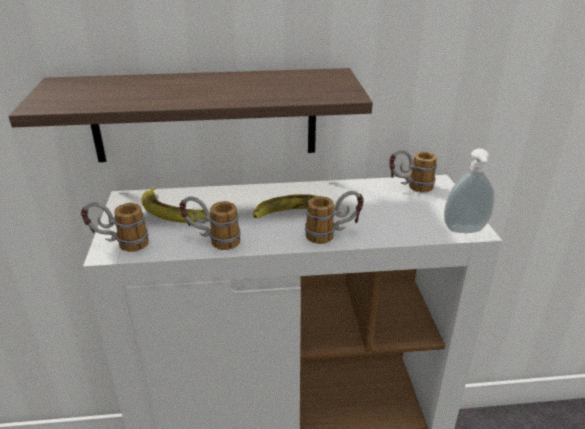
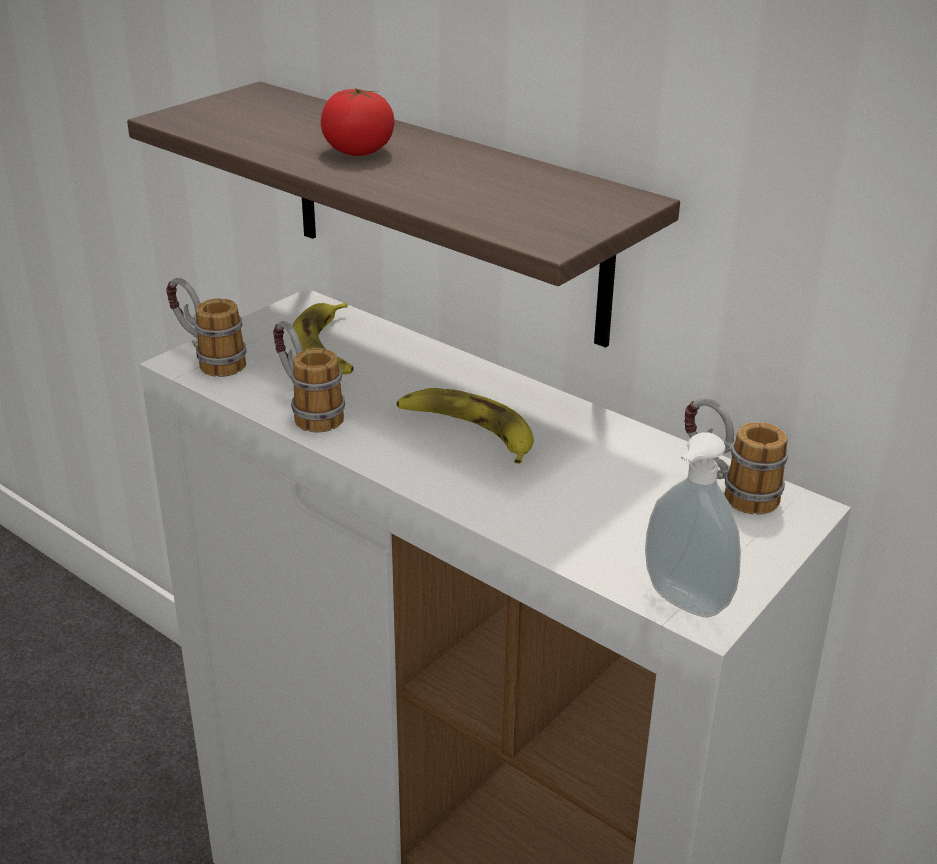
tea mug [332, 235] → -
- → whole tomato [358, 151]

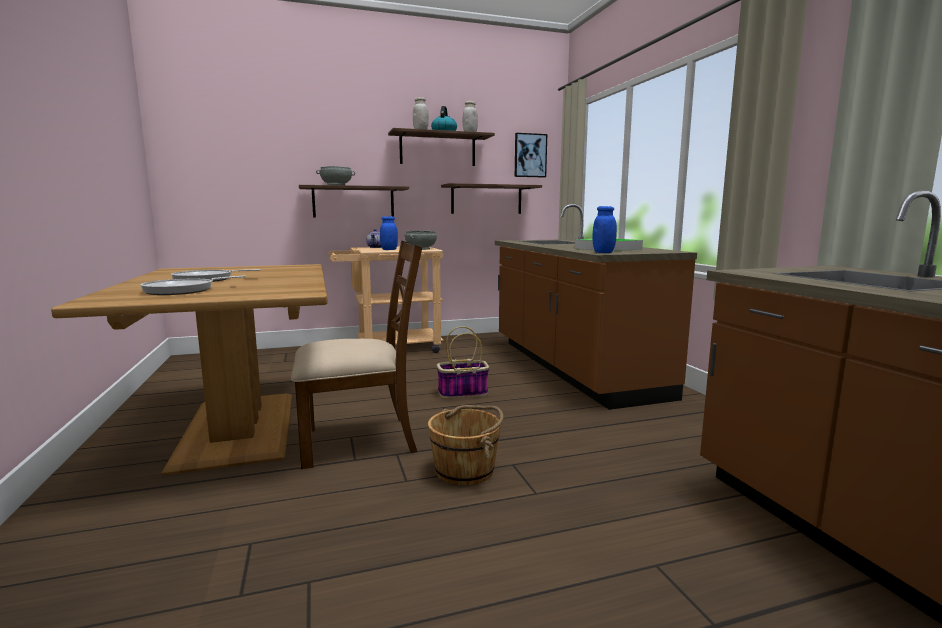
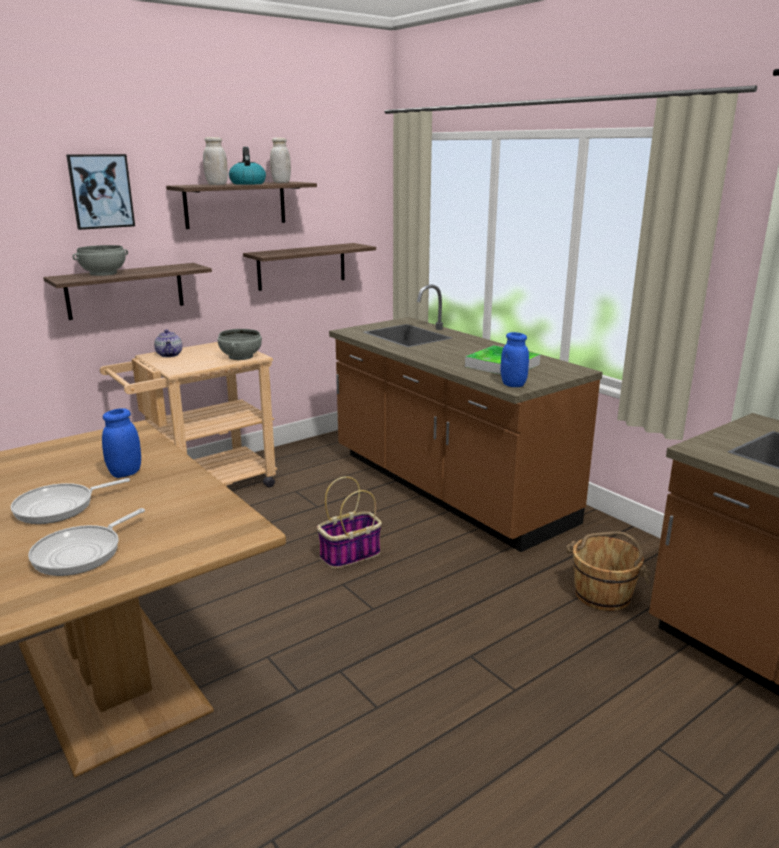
brown chair [360, 440] → -
bluish jar [389, 250] → bluish jar [125, 473], move
brown bucket [465, 470] → brown bucket [603, 594], move
picture [530, 155] → picture [101, 191], move

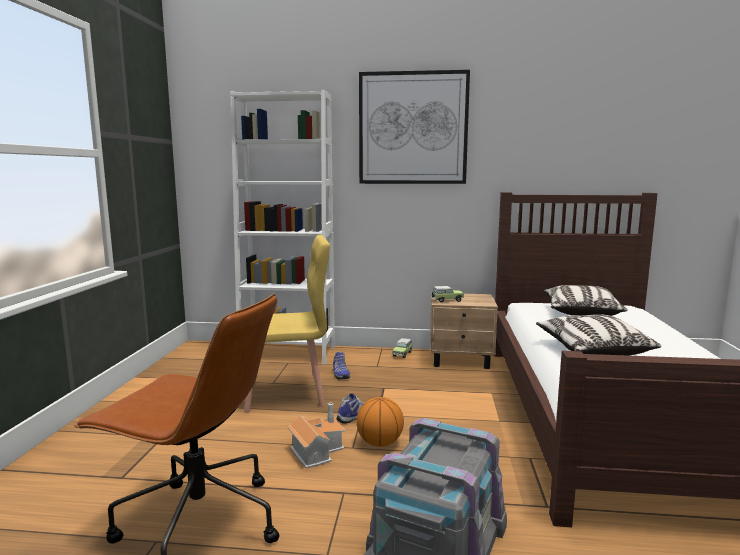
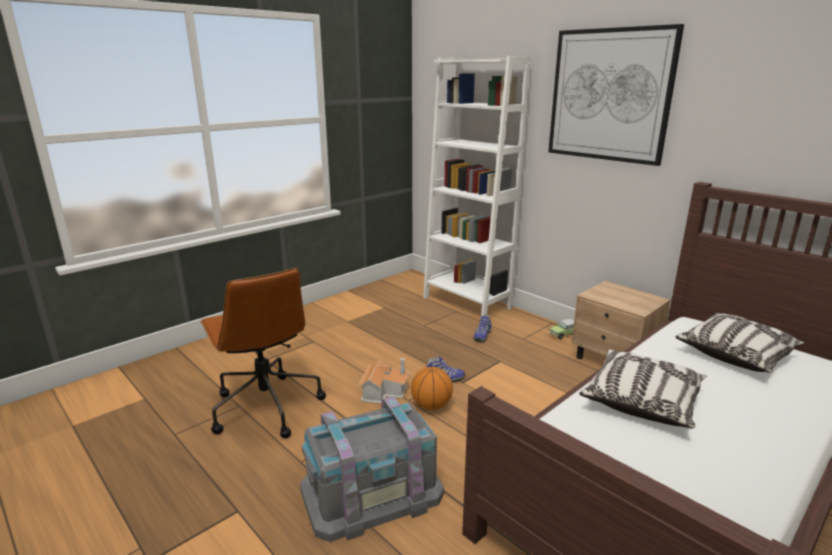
yellowish chair [285, 394] → -
miniature car [446, 300] → -

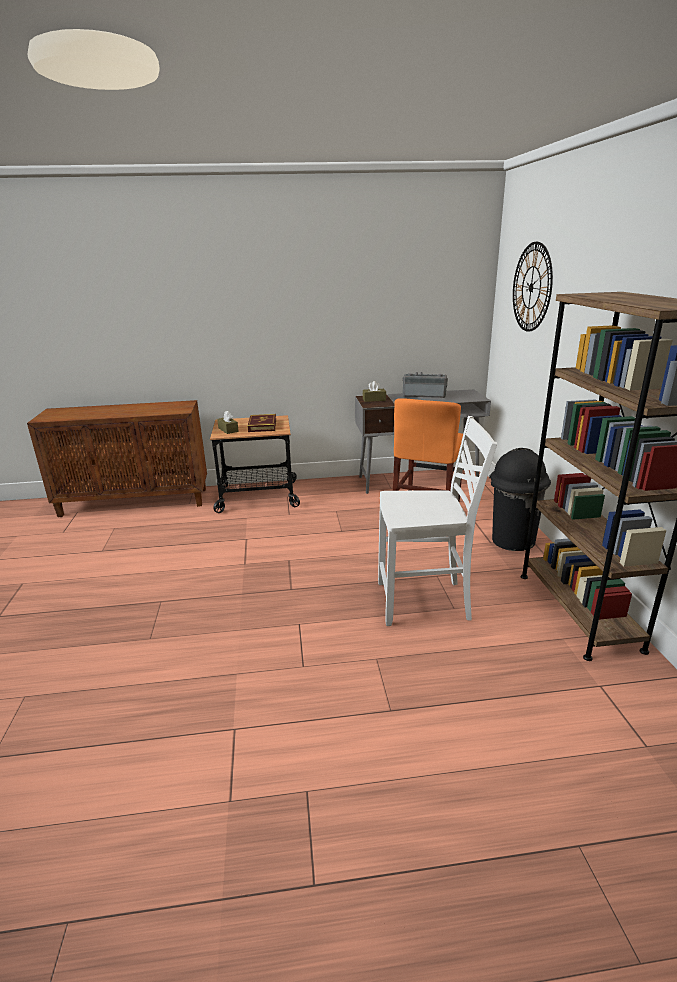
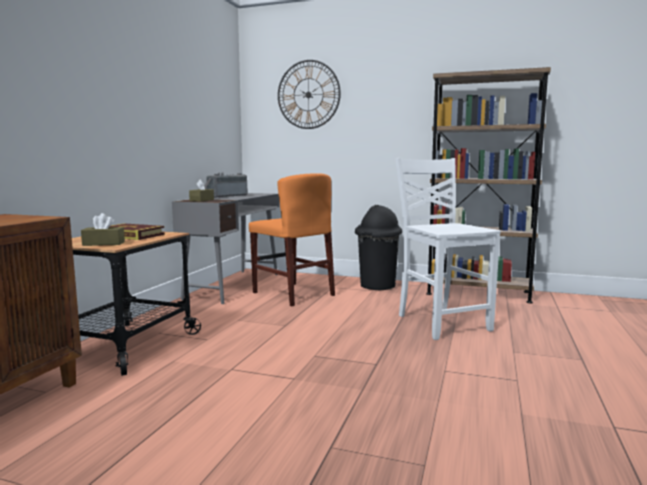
white-coloured chair [425, 602] → white-coloured chair [441, 322], 45 degrees counterclockwise

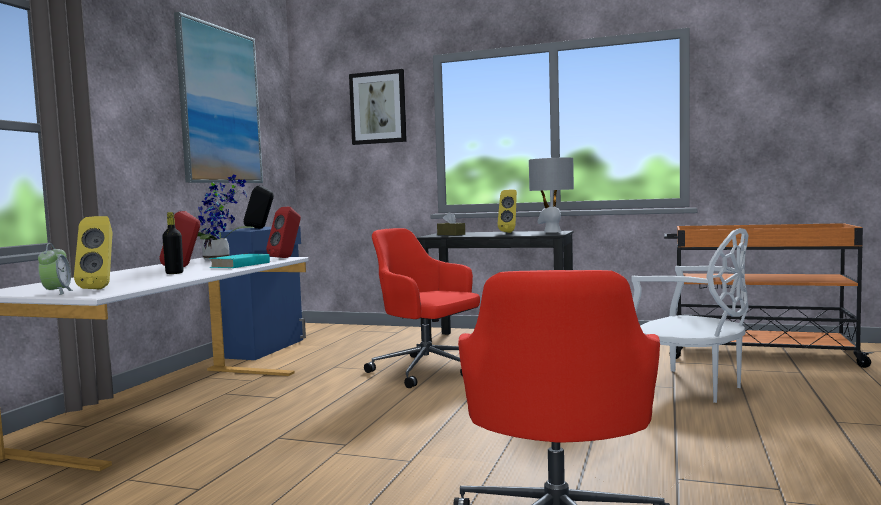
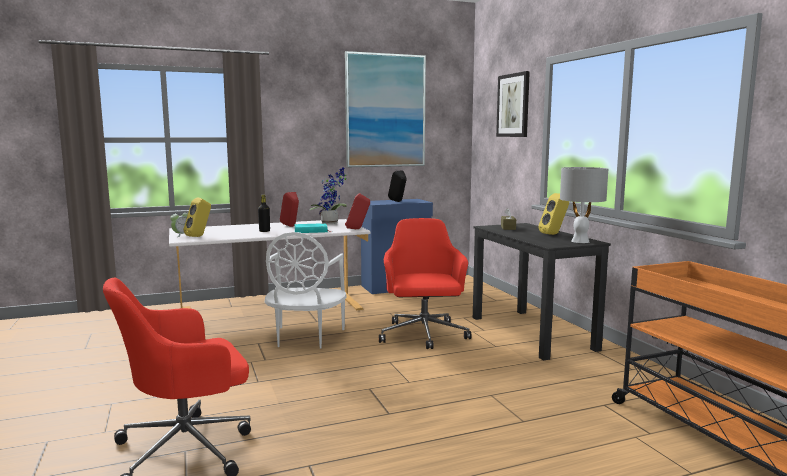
white-coloured chair [689, 388] → white-coloured chair [305, 338], move

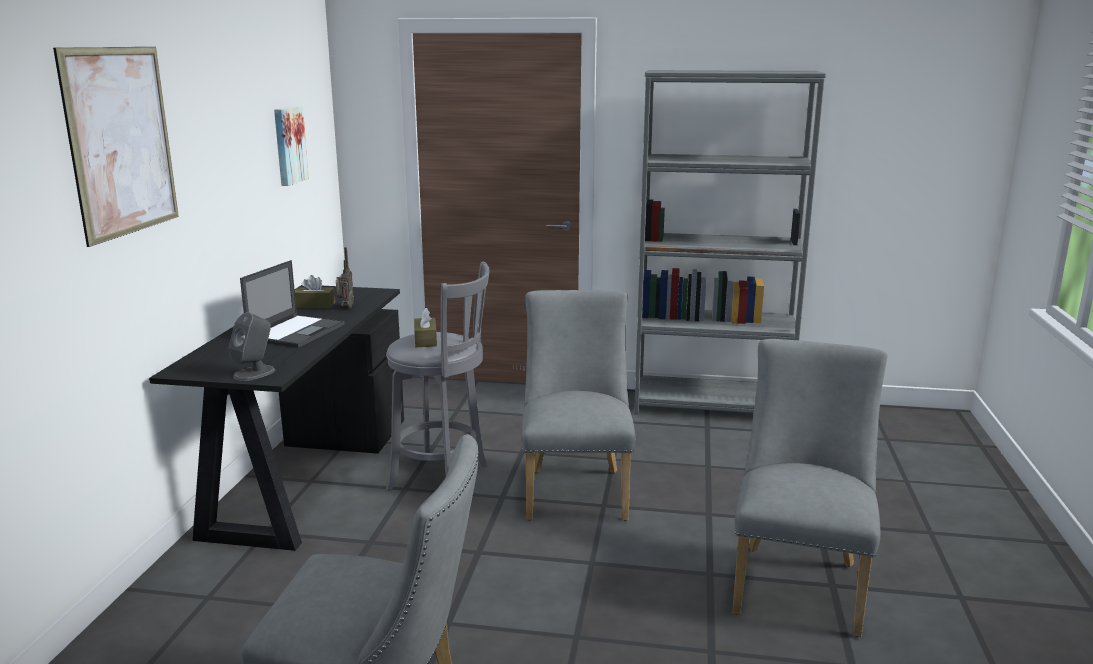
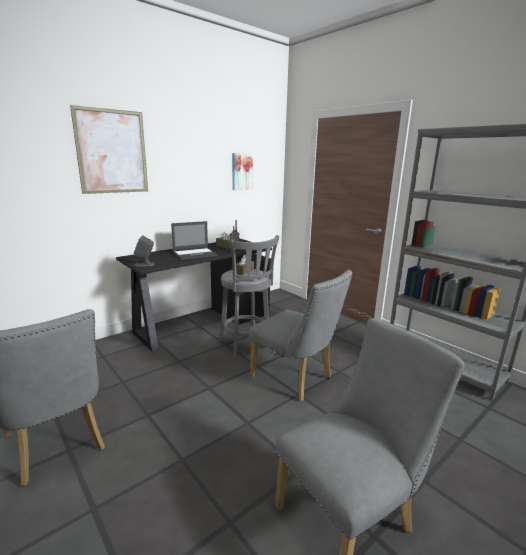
grey chair [576, 489] → grey chair [296, 379], 90 degrees clockwise

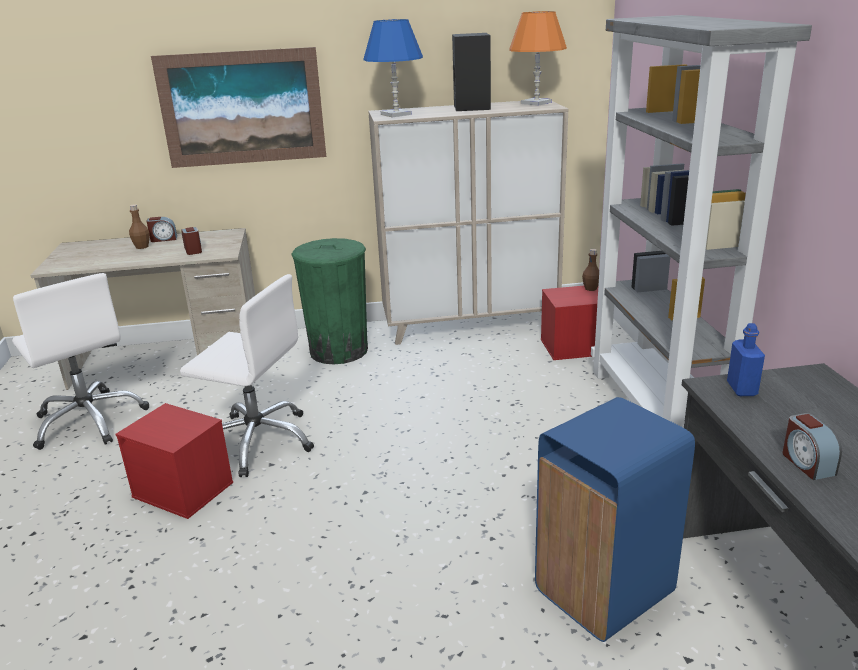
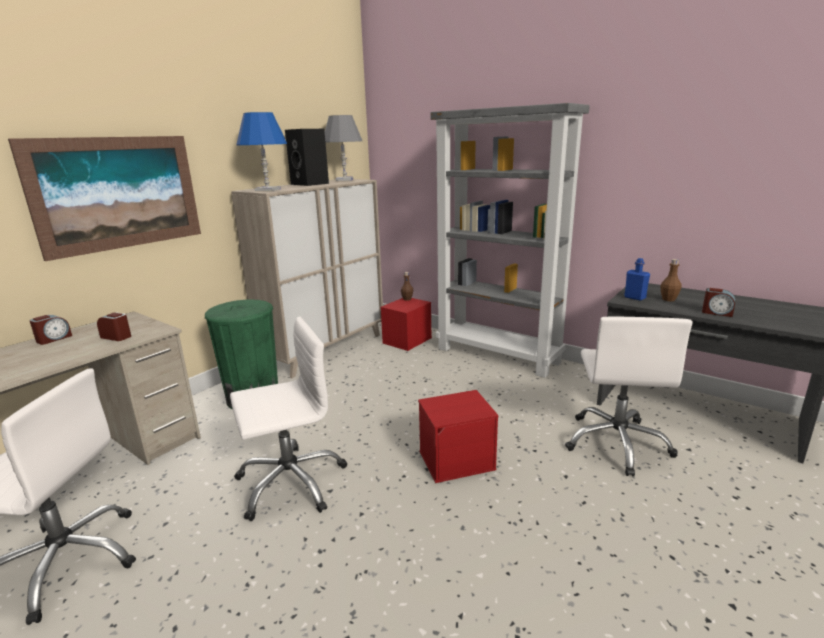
red storage box [184, 489] → red storage box [457, 459], move
brown beverage bottle [142, 247] → brown beverage bottle [668, 299], move
orange tabletop lamp [536, 103] → grey tabletop lamp [345, 180]
bluish waste bin [602, 591] → white-coloured desk chair [617, 443]

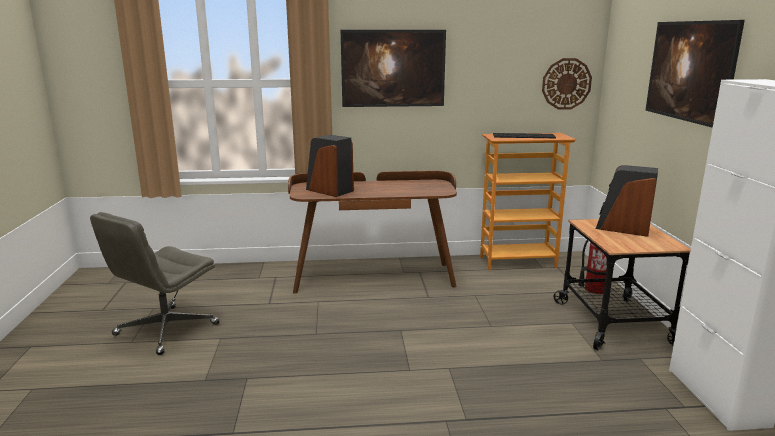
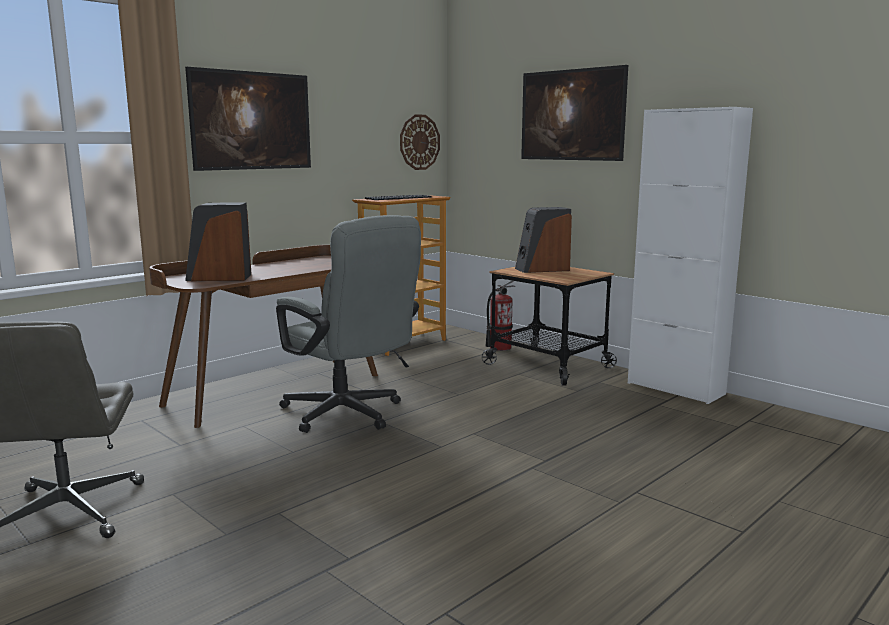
- → grey desk chair [349, 415]

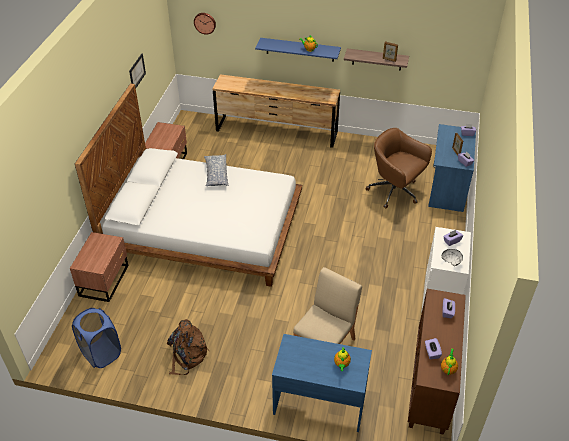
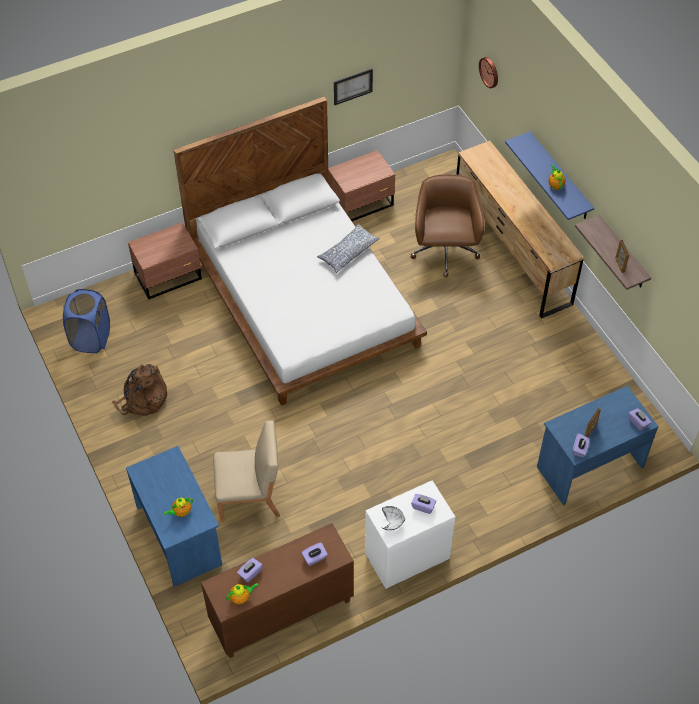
brown desk chair [395, 192] → brown desk chair [444, 252], move

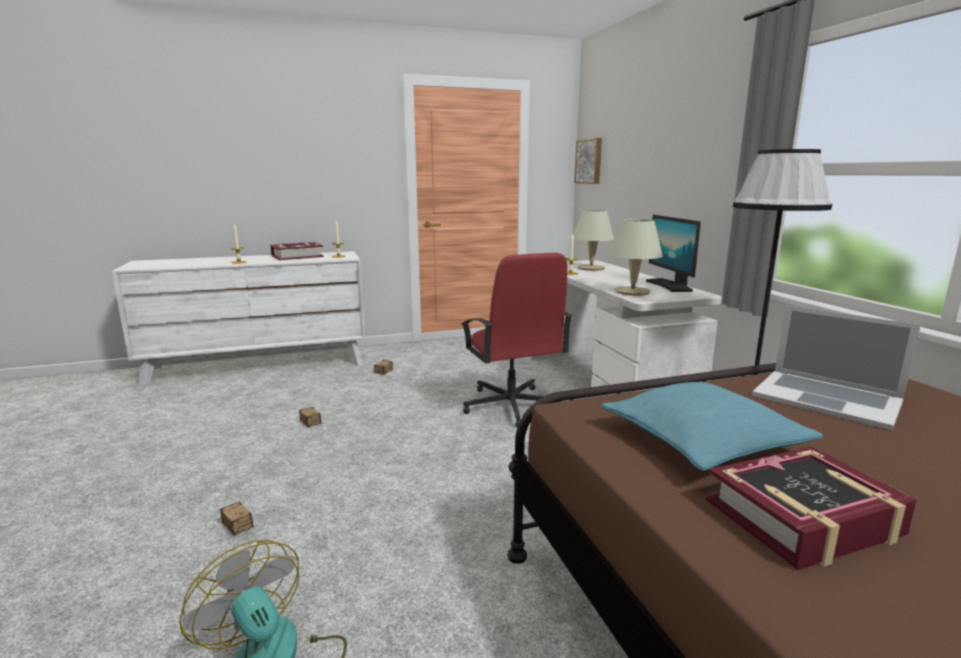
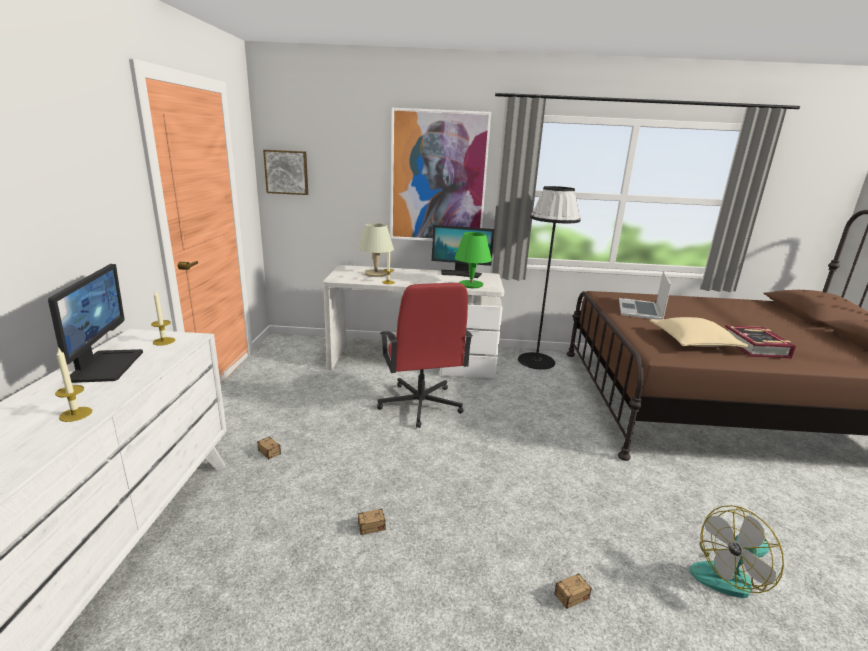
volume [297, 256] → monitor [105, 365]
red desk chair [511, 406] → red desk chair [420, 405], 75 degrees clockwise
turquoise throw pillow [702, 441] → beige throw pillow [693, 342]
beige tabletop lamp [632, 292] → green tabletop lamp [470, 285]
notebook computer [826, 398] → notebook computer [640, 309], 135 degrees clockwise
- → picture [438, 178]

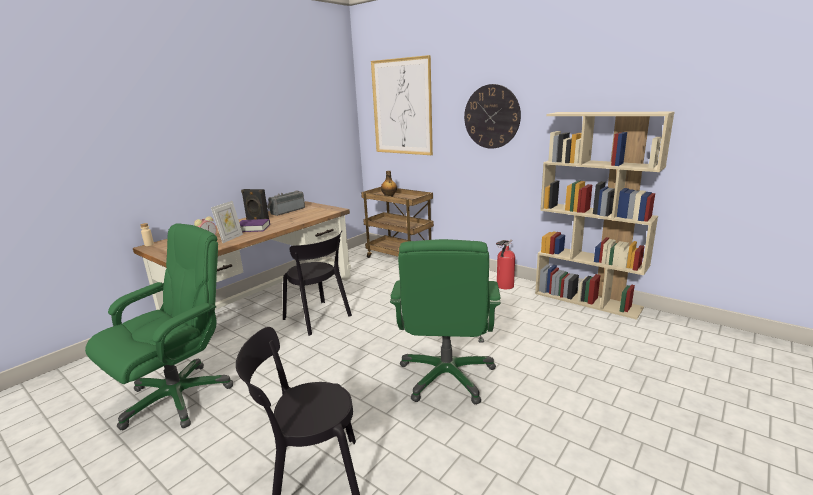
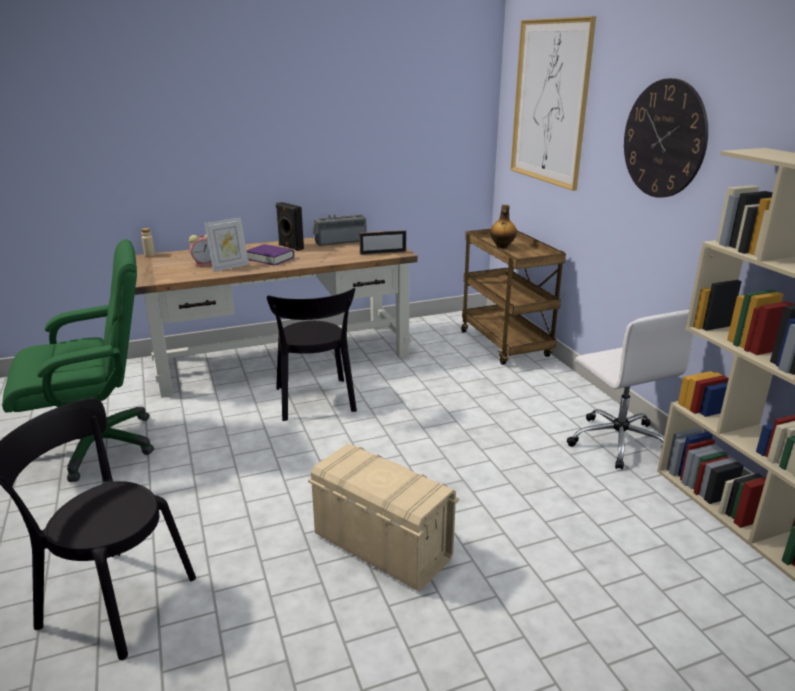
green desk chair [447, 376] → beige storage box [382, 546]
fire extinguisher [504, 286] → white-coloured desk chair [617, 441]
- → picture frame [383, 253]

